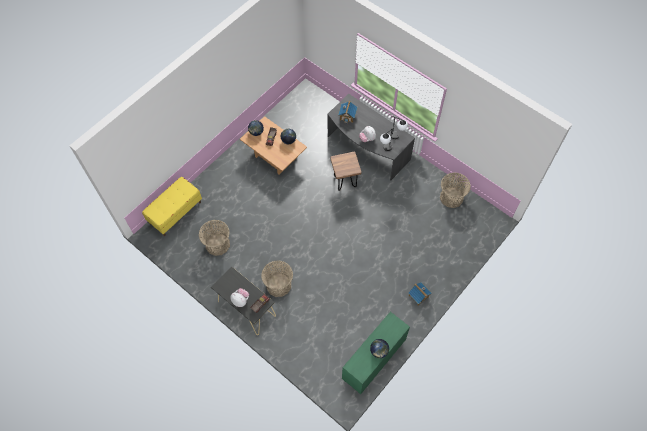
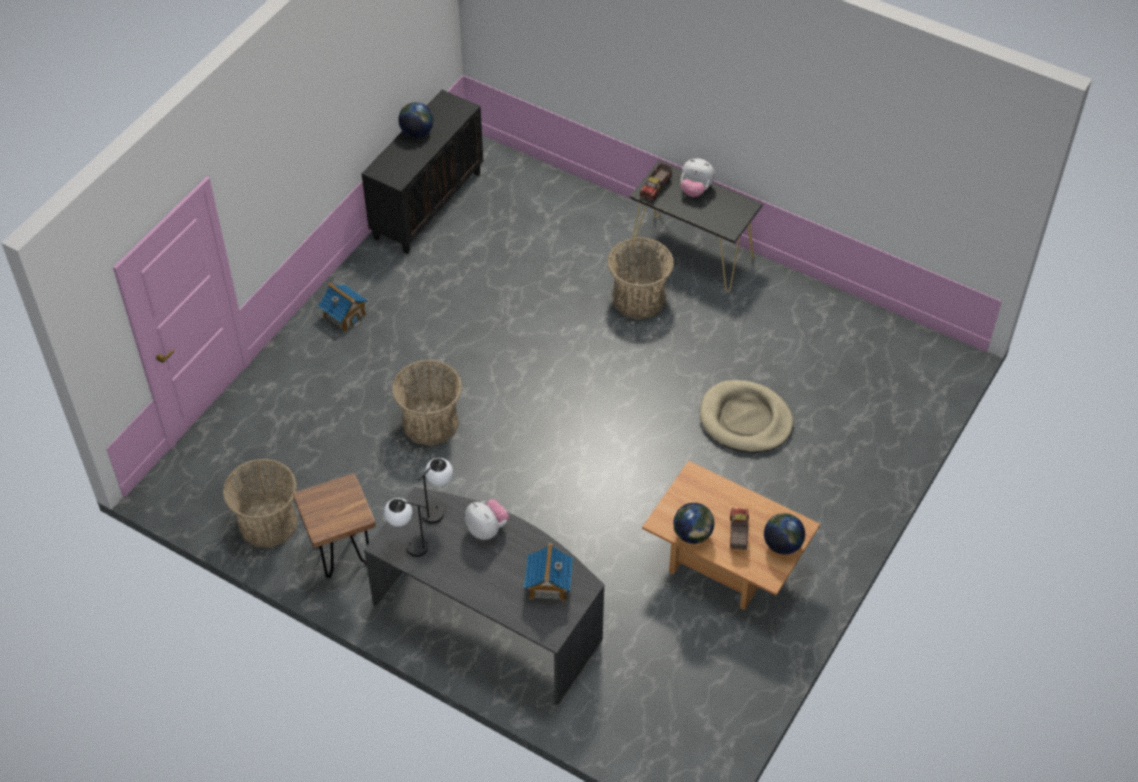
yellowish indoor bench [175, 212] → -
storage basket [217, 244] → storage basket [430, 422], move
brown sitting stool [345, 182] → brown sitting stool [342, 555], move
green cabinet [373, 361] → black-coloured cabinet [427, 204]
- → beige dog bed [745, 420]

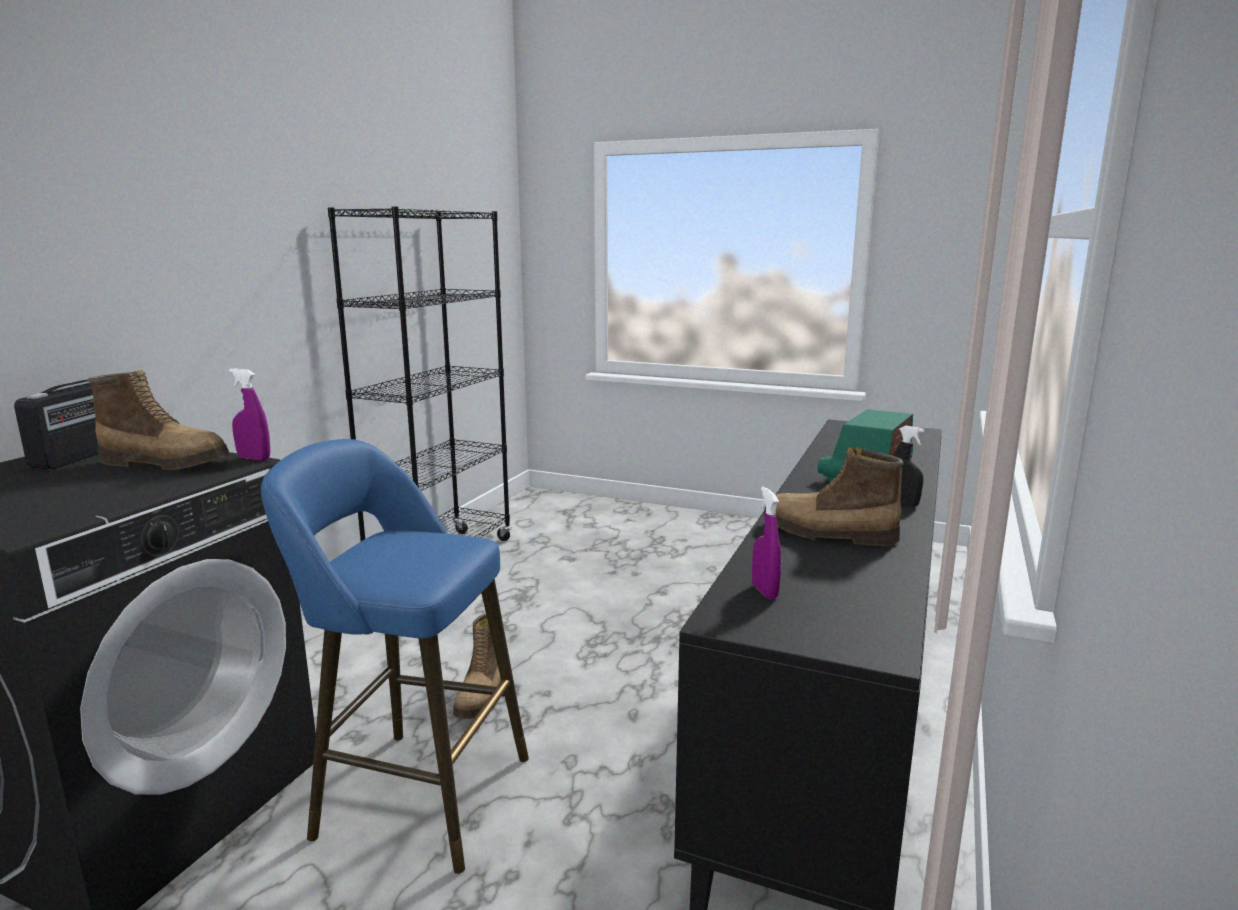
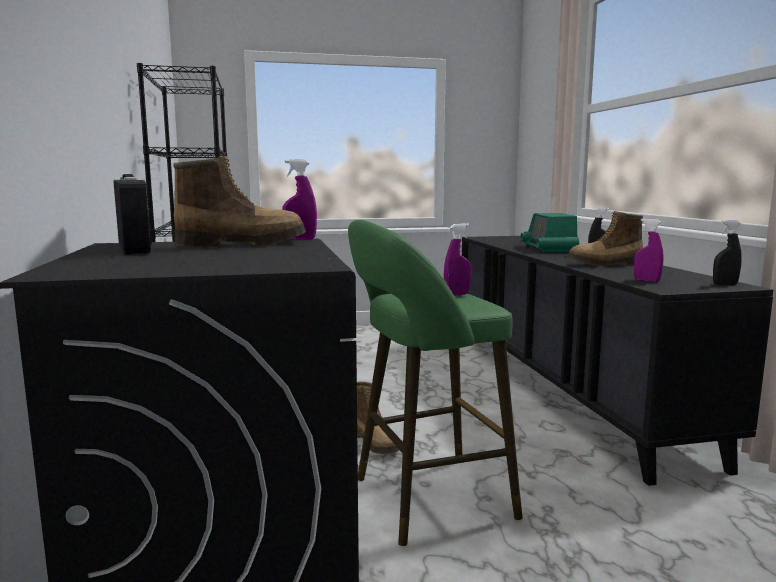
bluish sitting stool [413, 794] → green sitting stool [425, 499]
- → purple spray bottle [457, 295]
- → black-coloured spray bottle [725, 284]

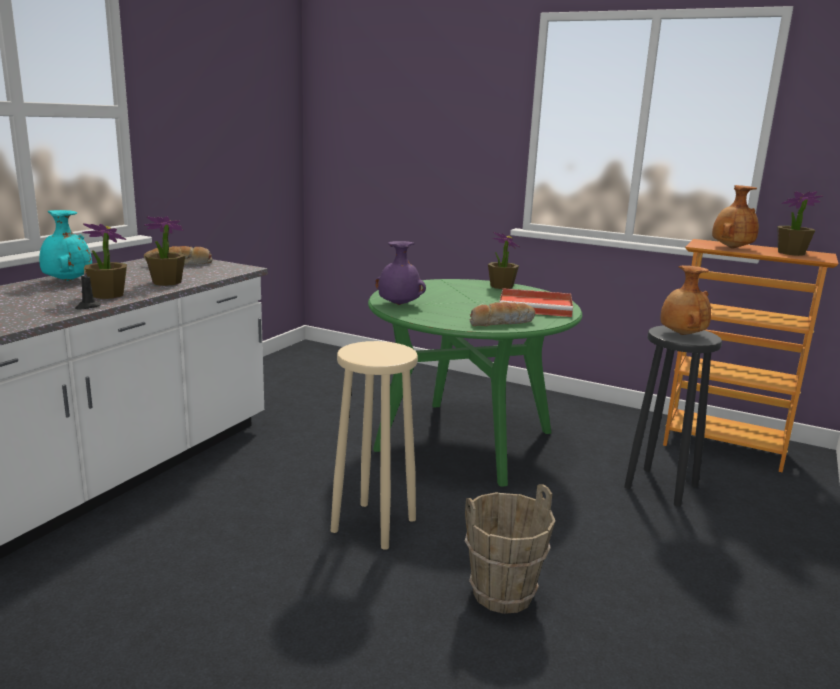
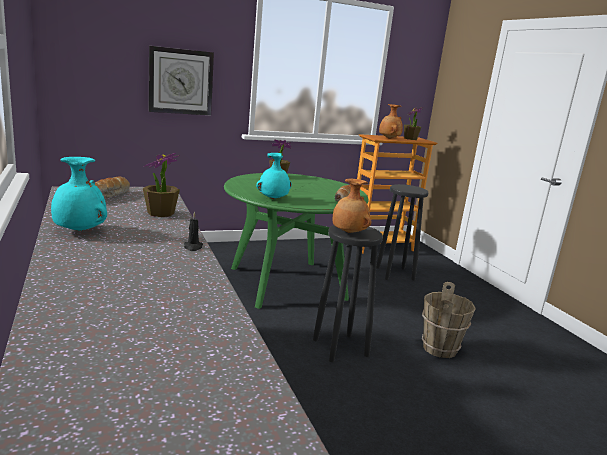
potted plant [108, 295] → -
beige sitting stool [373, 524] → black-coloured sitting stool [339, 347]
purple decorative vase [399, 305] → turquoise decorative vase [273, 199]
red tray [537, 306] → -
brown decorative vase [681, 334] → brown decorative vase [348, 233], move
- → clock on the wall [180, 81]

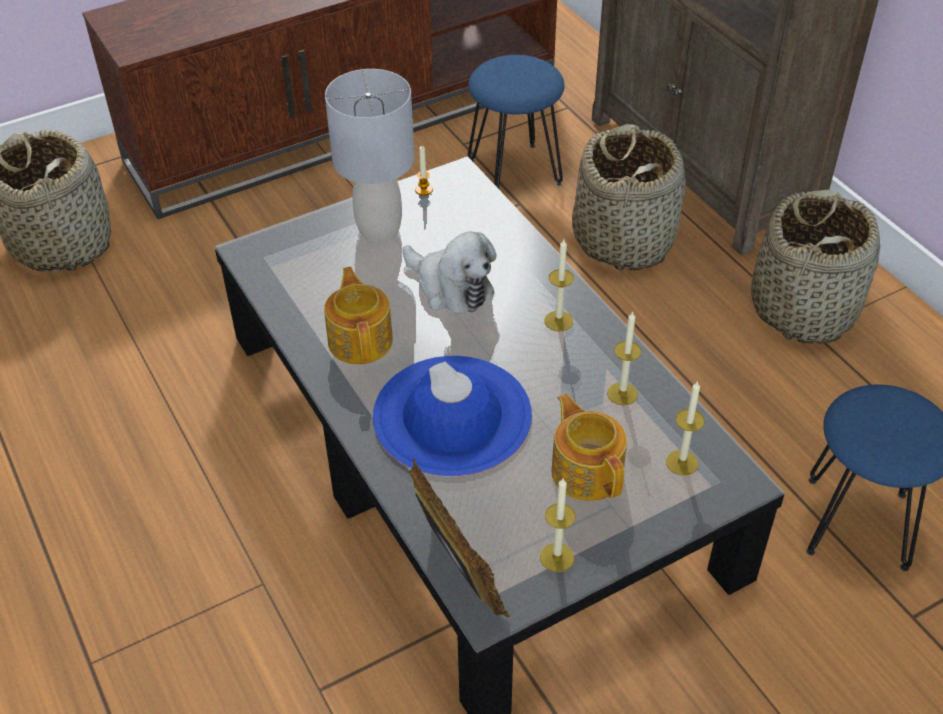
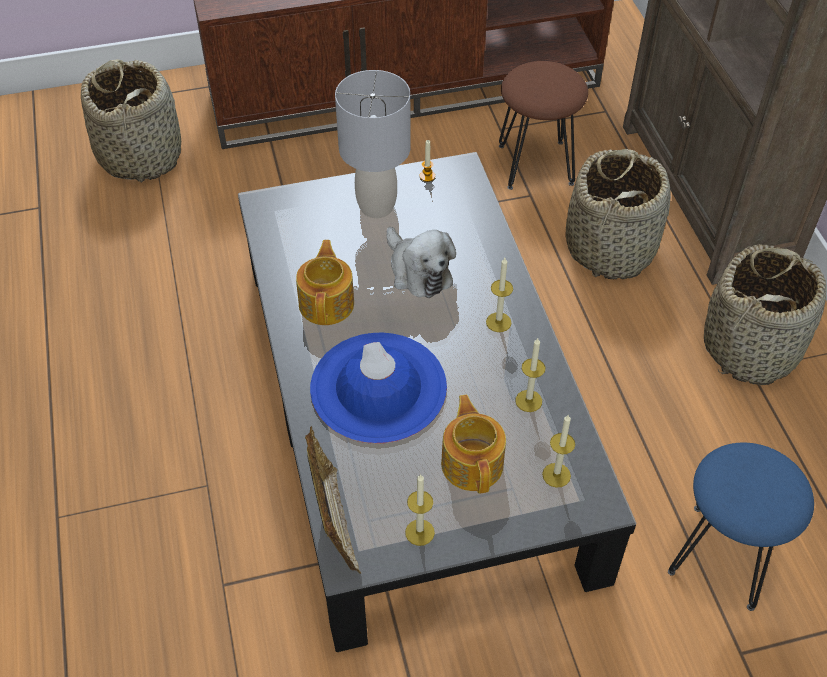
bluish sitting stool [515, 172] → brown sitting stool [536, 164]

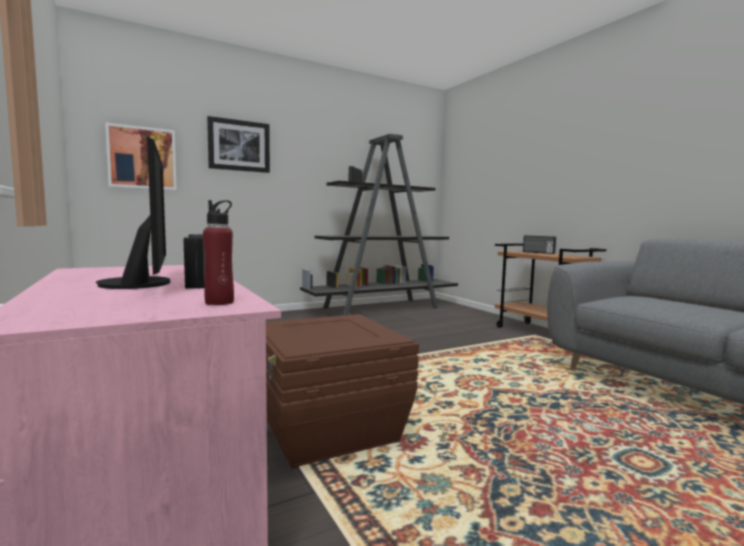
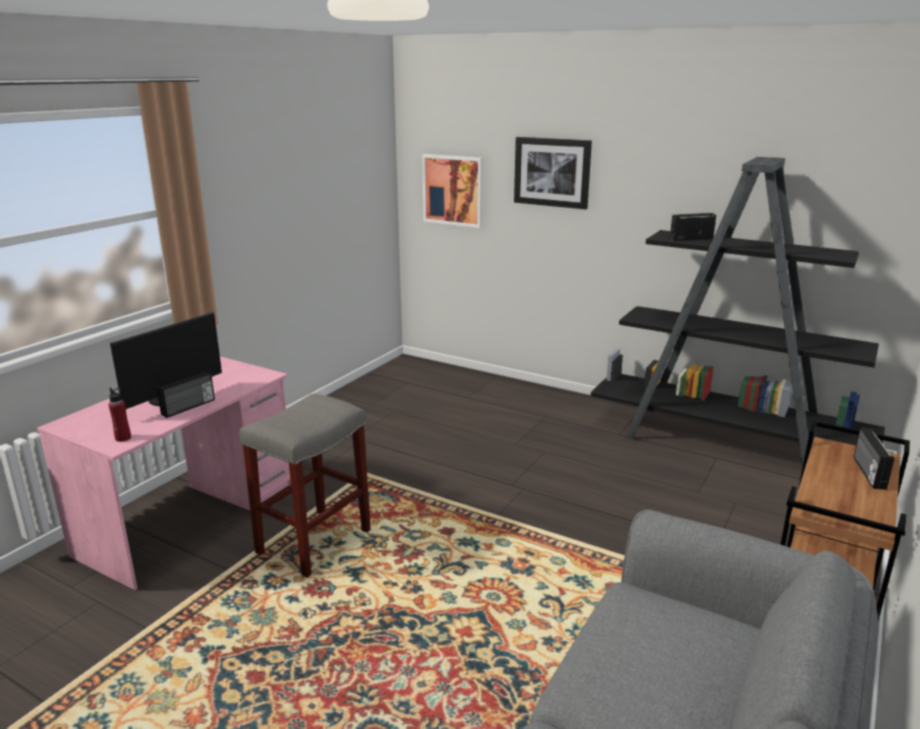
brown storage box [327, 429] → grey sitting stool [313, 542]

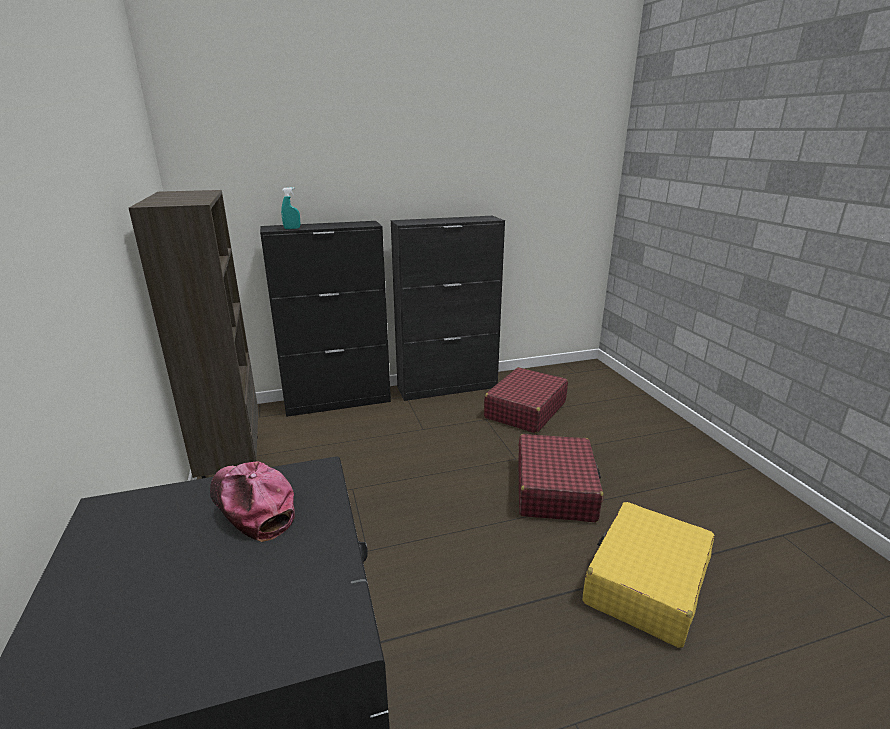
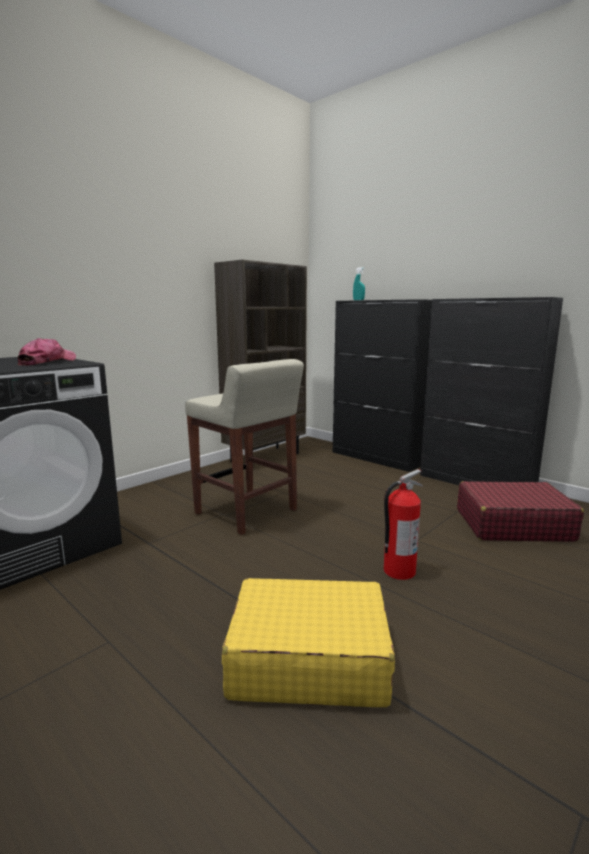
red travel case [555, 489] → fire extinguisher [398, 571]
- → beige sitting stool [247, 512]

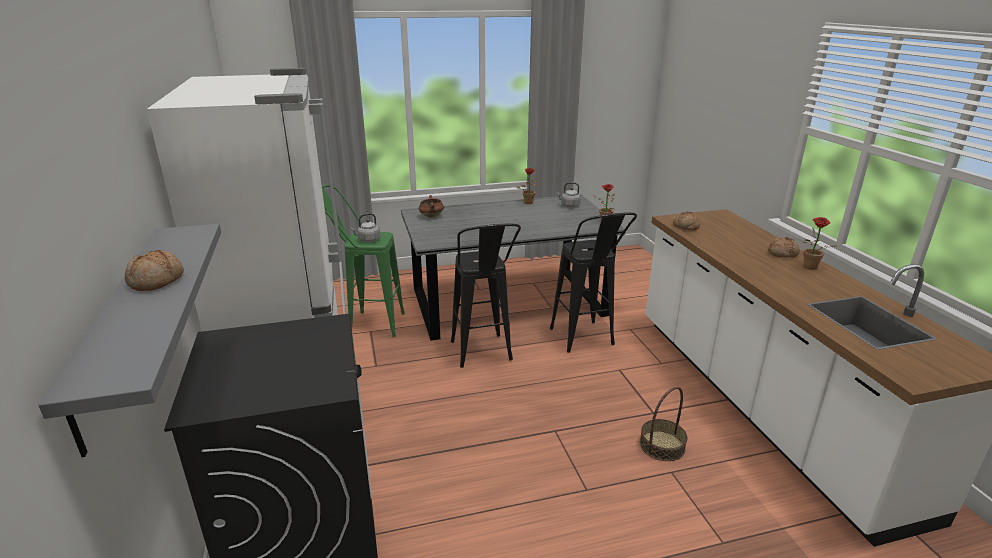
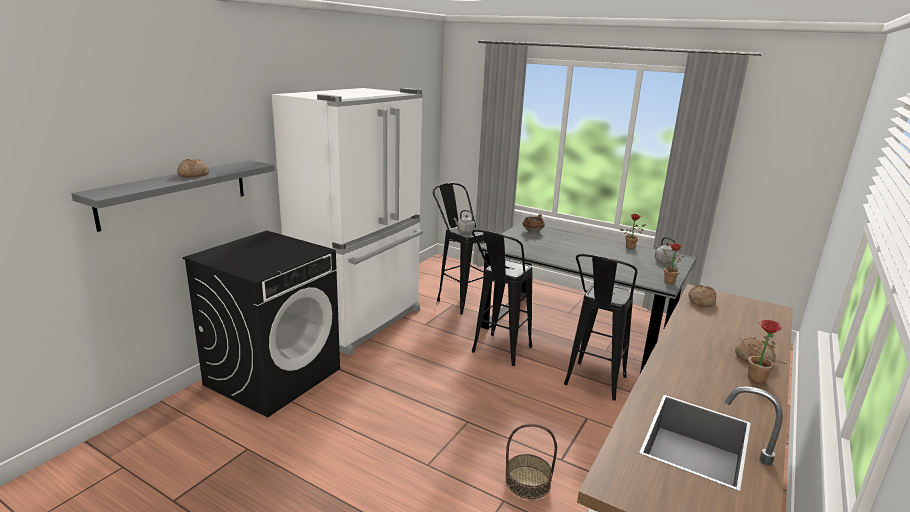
green sitting stool [367, 324] → black-coloured sitting stool [458, 300]

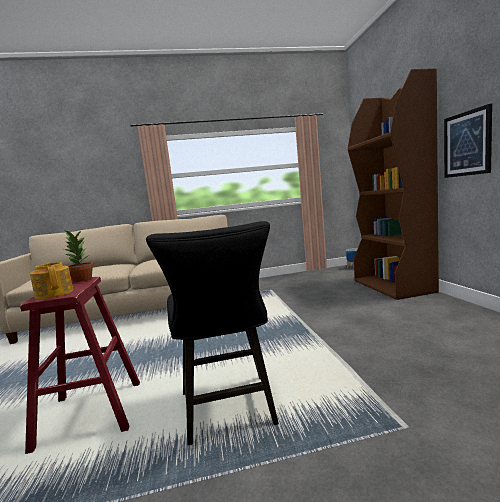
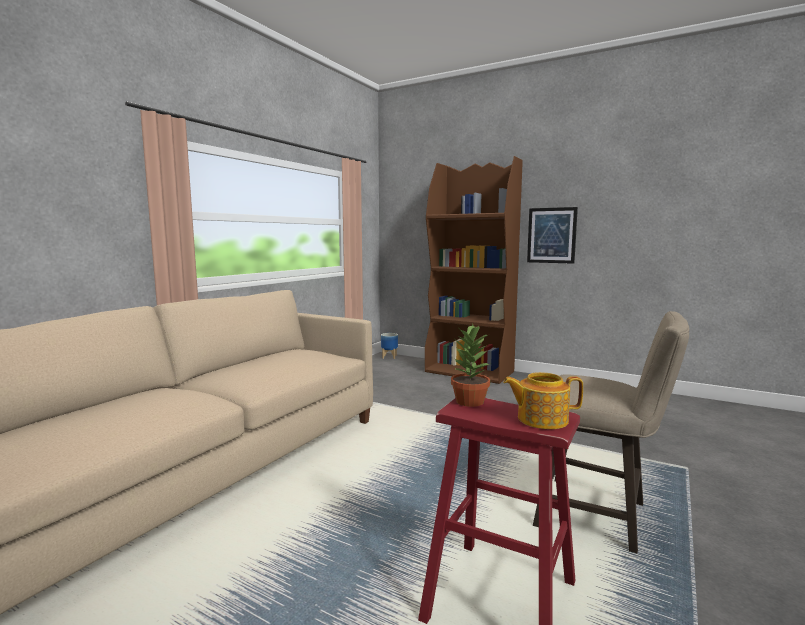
black-coloured sitting stool [229, 412] → beige sitting stool [600, 516]

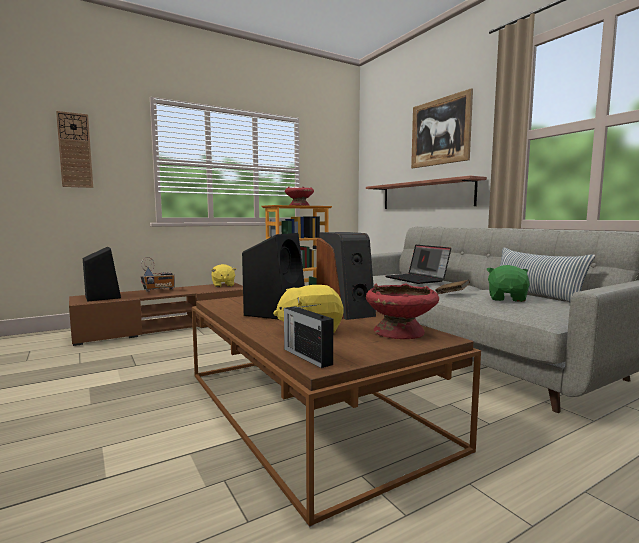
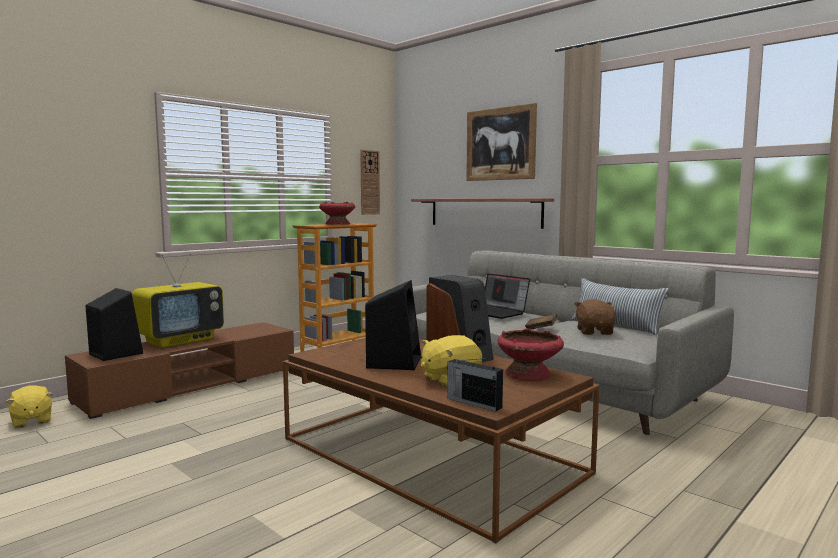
clock on the wall [75, 150] → clock on the wall [369, 182], move
radio [159, 291] → TV set [180, 340]
yellowish plush toy [223, 285] → yellowish plush toy [31, 421], move
green plush toy [507, 298] → brown plush toy [595, 332]

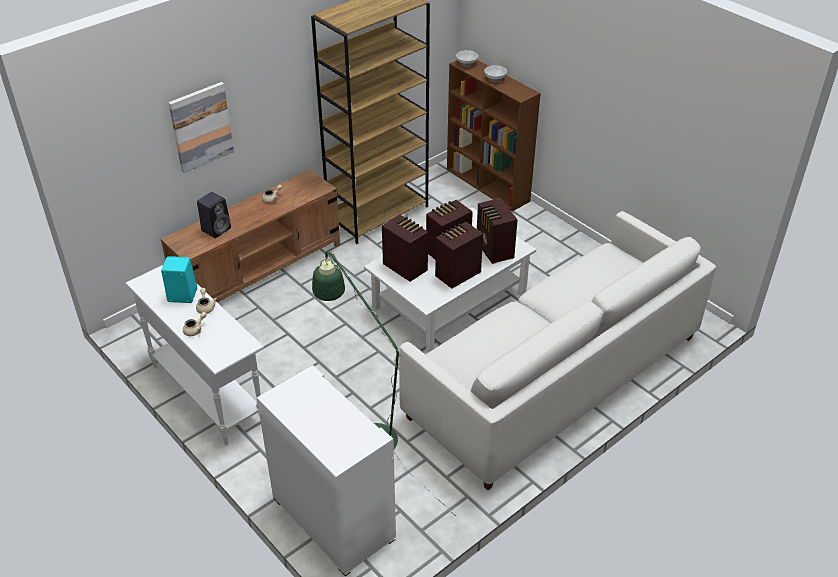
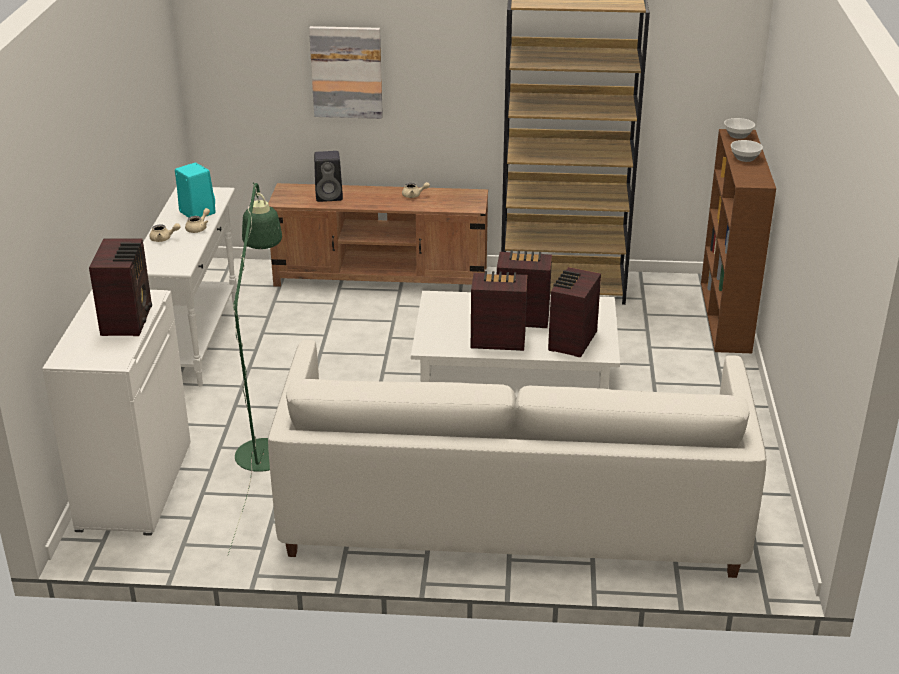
radio [405, 266] → radio [128, 320], move

